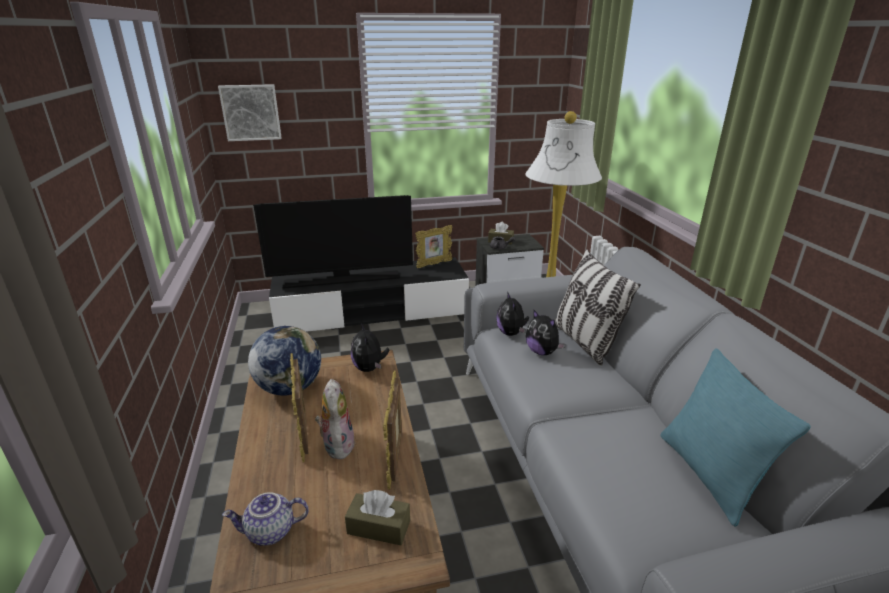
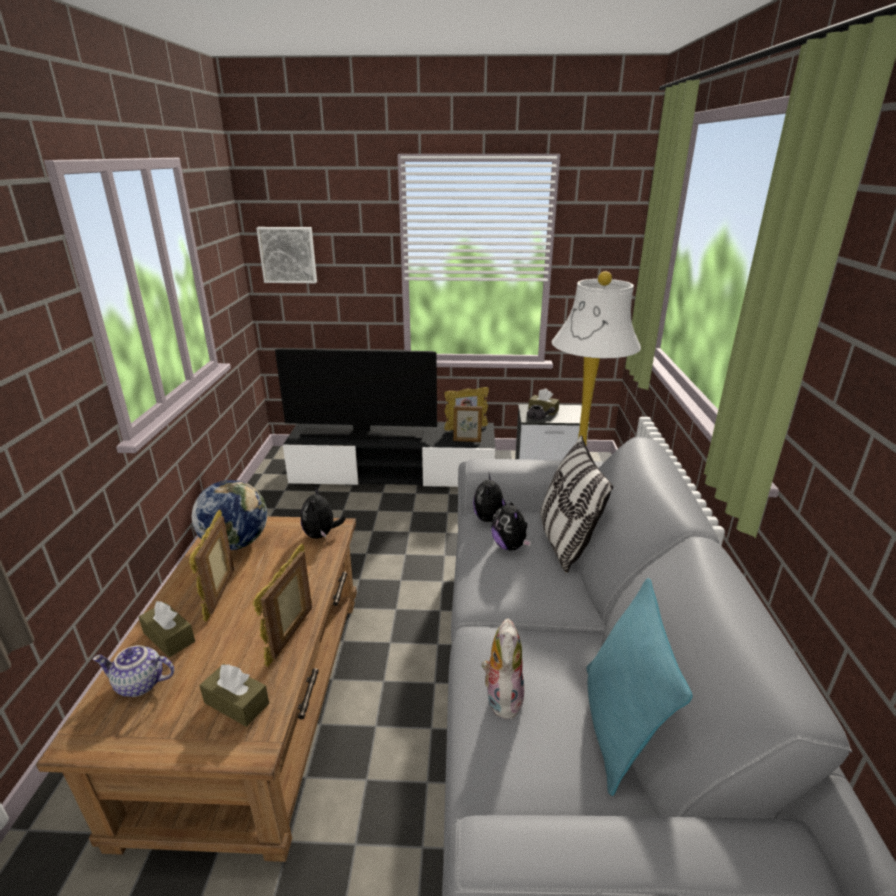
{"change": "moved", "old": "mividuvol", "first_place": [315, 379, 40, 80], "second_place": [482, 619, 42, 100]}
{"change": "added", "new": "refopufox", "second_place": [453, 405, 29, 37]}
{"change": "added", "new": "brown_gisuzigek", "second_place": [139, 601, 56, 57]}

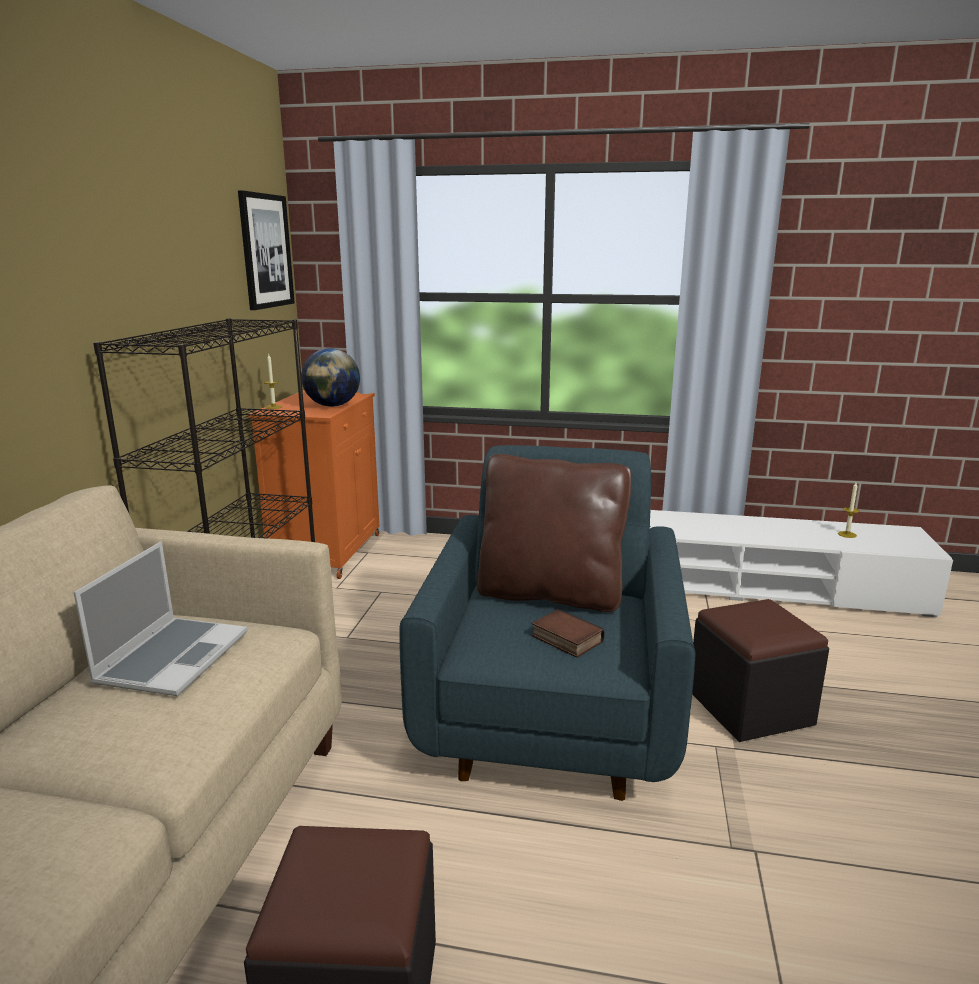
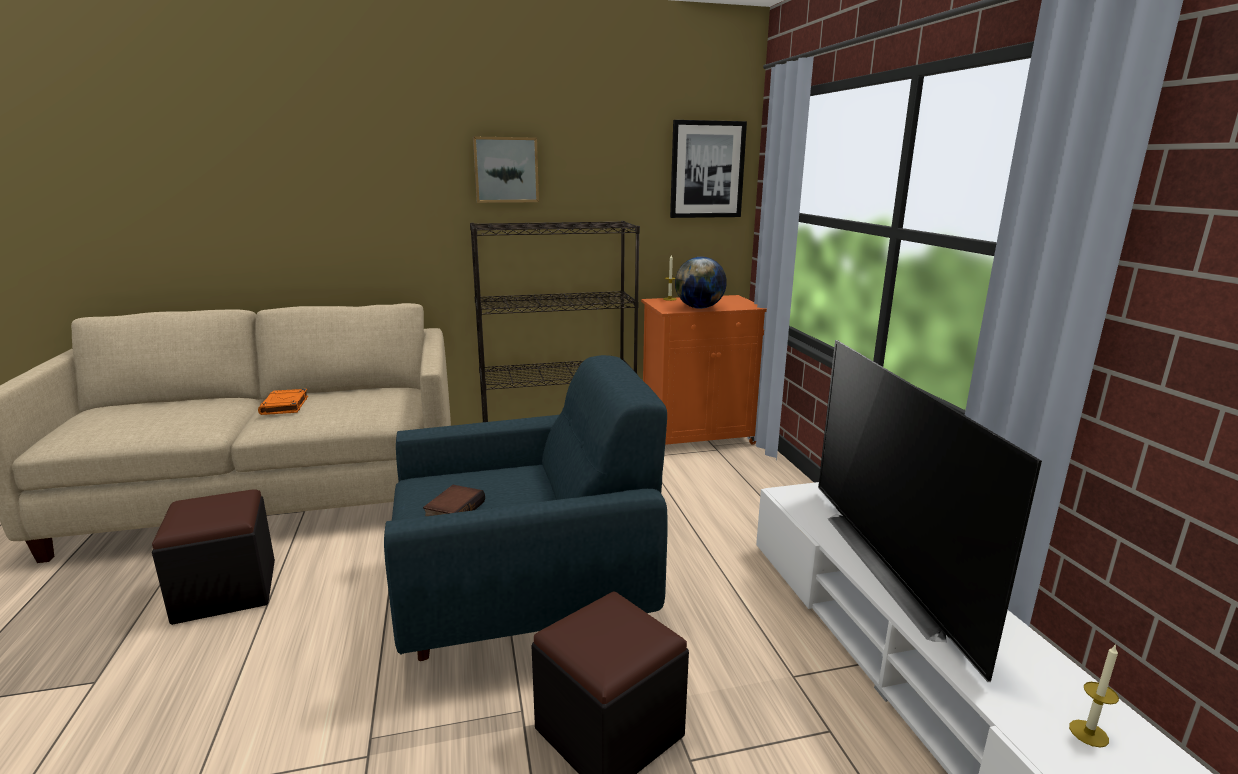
{"change": "removed", "old": "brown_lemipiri", "first_place": [477, 454, 155, 158]}
{"change": "removed", "old": "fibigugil", "first_place": [74, 542, 173, 154]}
{"change": "added", "new": "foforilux", "second_place": [473, 137, 66, 66]}
{"change": "added", "new": "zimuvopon", "second_place": [818, 340, 224, 342]}
{"change": "added", "new": "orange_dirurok", "second_place": [258, 389, 50, 26]}

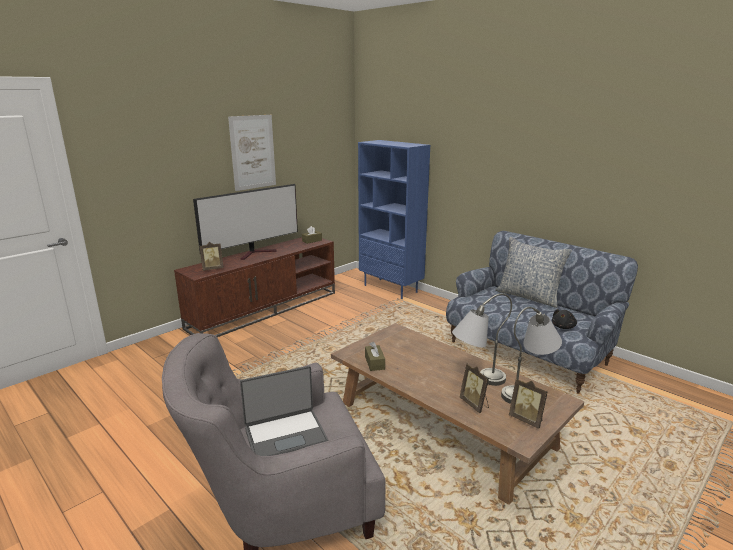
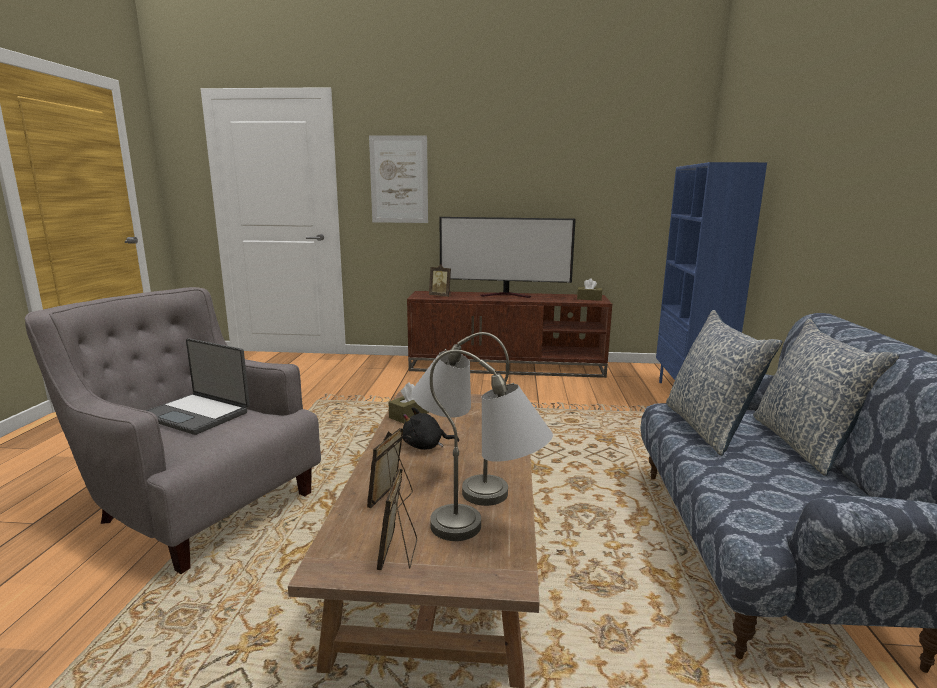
{"change": "moved", "old": "foforilux", "first_place": [228, 115, 48, 76], "second_place": [369, 136, 59, 87]}
{"change": "moved", "old": "black_mividuvol", "first_place": [552, 309, 25, 20], "second_place": [402, 407, 57, 43]}
{"change": "added", "new": "lemipiri", "second_place": [666, 310, 116, 146]}

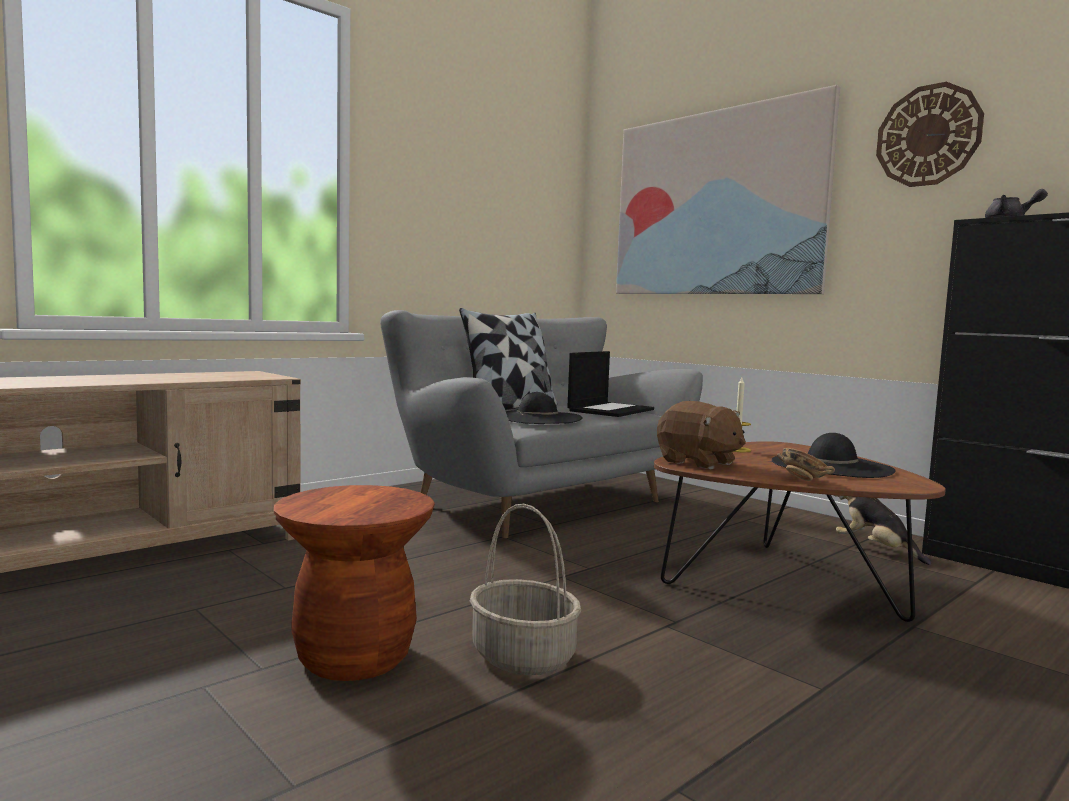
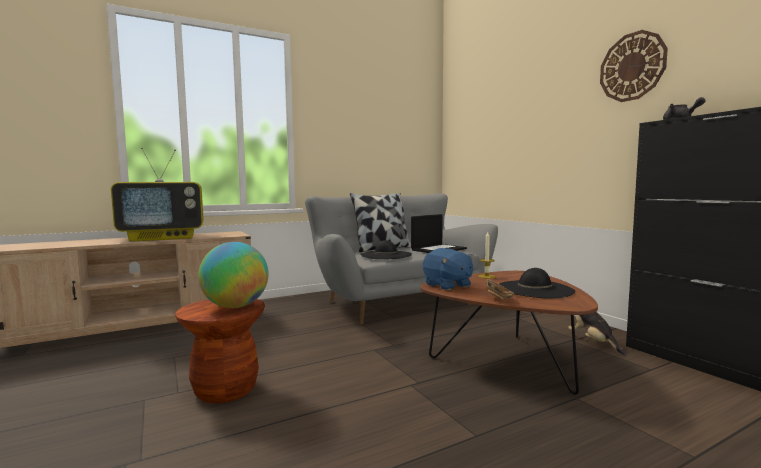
{"change": "removed", "old": "foforilux", "first_place": [616, 85, 224, 209]}
{"change": "recoloured", "old": "brown_mividuvol", "new": "blue_mividuvol", "first_place": [657, 401, 89, 68], "second_place": [423, 248, 51, 42]}
{"change": "removed", "old": "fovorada", "first_place": [470, 504, 111, 171]}
{"change": "added", "new": "zimuvopon", "second_place": [111, 148, 92, 94]}
{"change": "added", "new": "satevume", "second_place": [198, 242, 71, 66]}

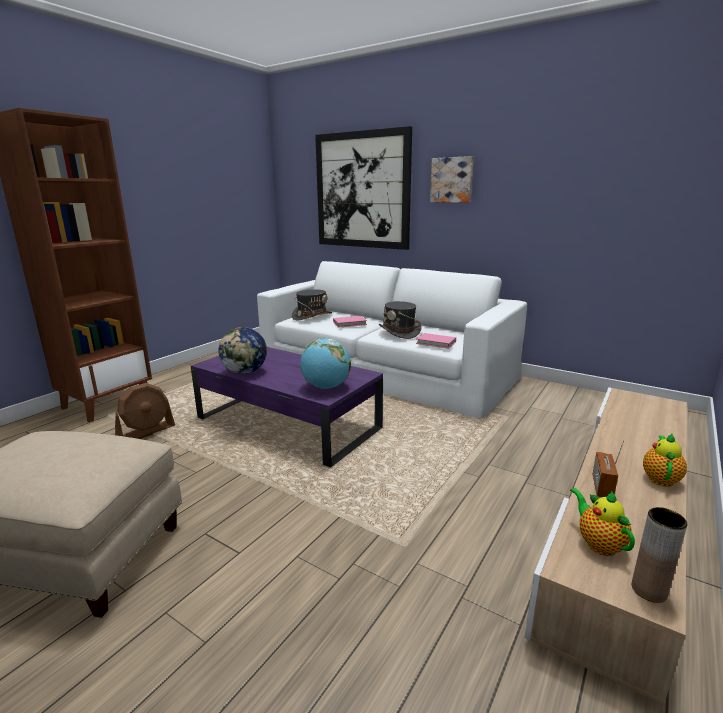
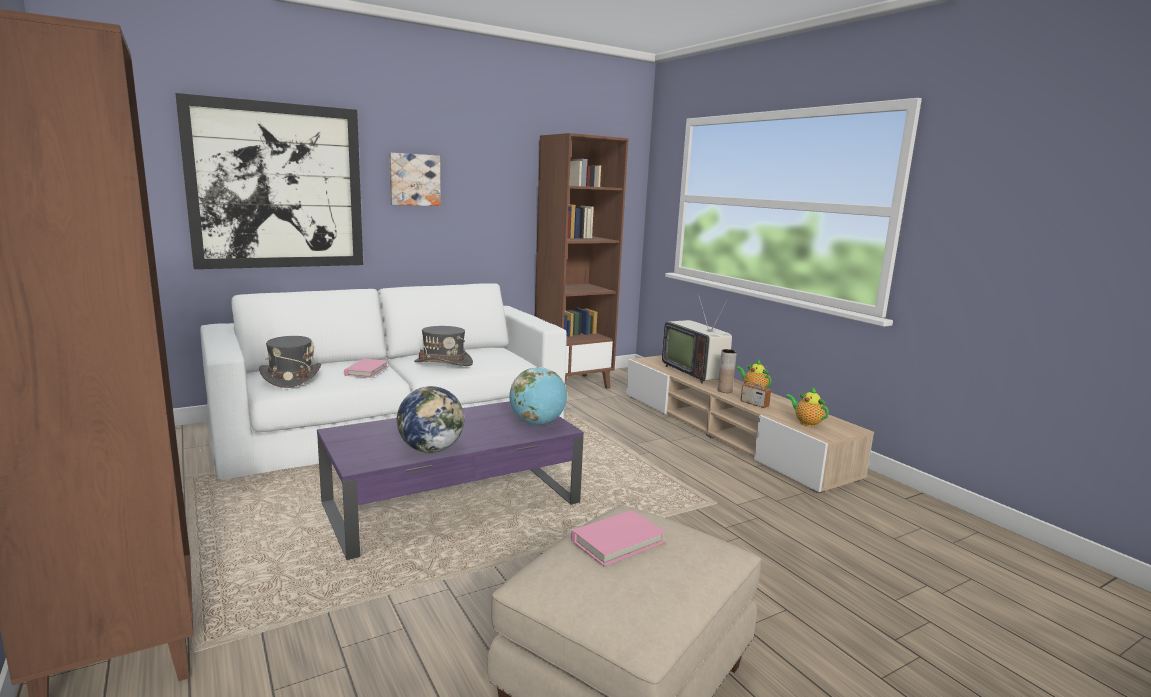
{"change": "moved", "old": "pink_dirurok", "first_place": [416, 333, 40, 16], "second_place": [571, 510, 94, 56]}
{"change": "removed", "old": "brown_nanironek", "first_place": [115, 383, 60, 56]}
{"change": "turned", "old": "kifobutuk", "first_place": [570, 488, 65, 68], "second_place": [786, 387, 43, 40], "degrees": 45}
{"change": "moved", "old": "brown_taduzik", "first_place": [632, 507, 55, 96], "second_place": [718, 349, 19, 44]}
{"change": "added", "new": "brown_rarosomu", "second_place": [535, 133, 94, 256]}
{"change": "added", "new": "zimuvopon", "second_place": [662, 294, 70, 90]}

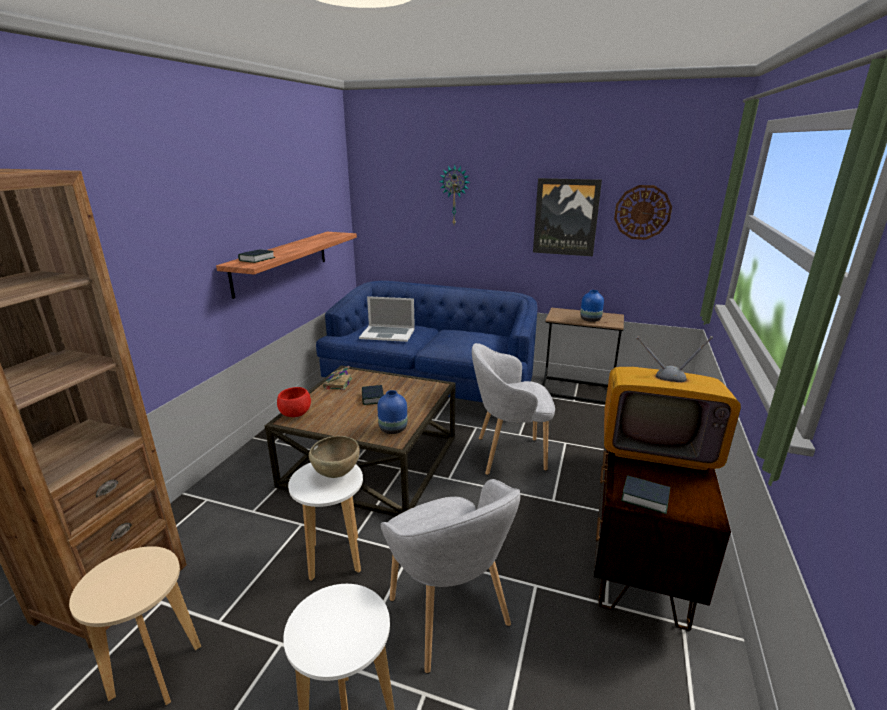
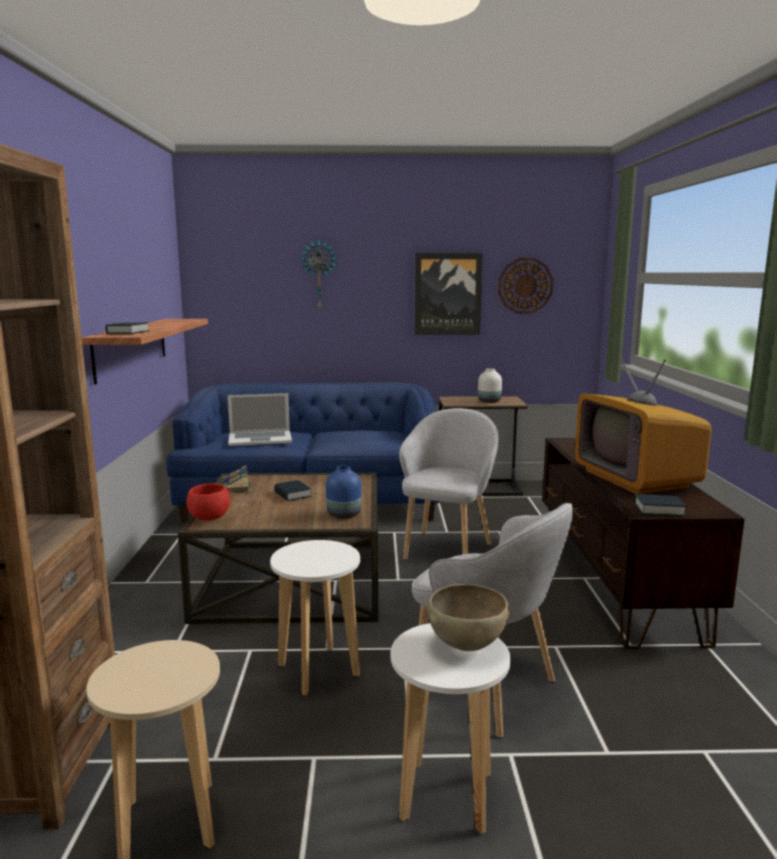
{"change": "recoloured", "old": "blue_taduzik", "new": "white_taduzik", "first_place": [580, 290, 24, 32], "second_place": [478, 368, 24, 35]}
{"change": "turned", "old": "zimuvopon", "first_place": [604, 336, 137, 134], "second_place": [575, 359, 137, 135], "degrees": 75}
{"change": "turned", "old": "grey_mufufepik", "first_place": [472, 343, 83, 132], "second_place": [399, 408, 99, 152], "degrees": 135}
{"change": "moved", "old": "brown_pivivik", "first_place": [309, 436, 51, 42], "second_place": [427, 584, 83, 67]}

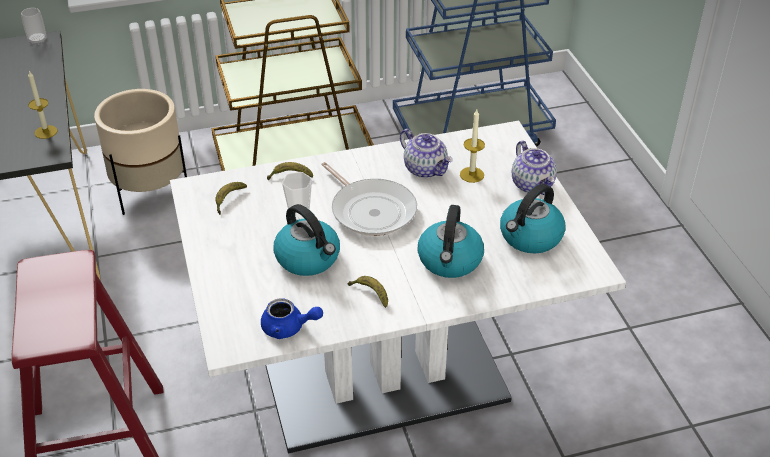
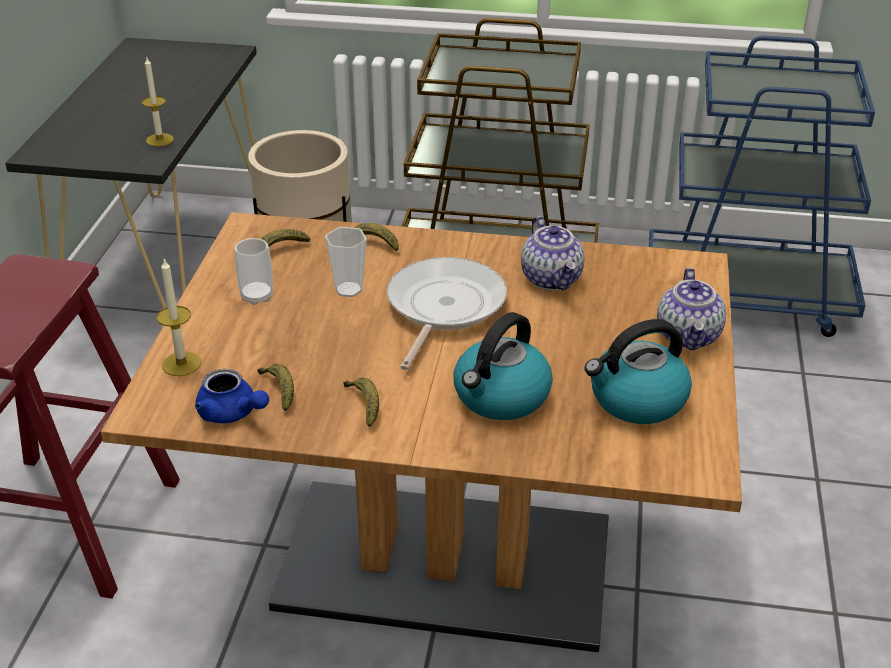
{"change": "moved", "old": "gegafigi", "first_place": [21, 8, 25, 37], "second_place": [235, 238, 38, 67]}
{"change": "moved", "old": "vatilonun", "first_place": [460, 110, 25, 73], "second_place": [157, 258, 44, 118]}
{"change": "recoloured", "old": "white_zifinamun", "new": "brown_zifinamun", "first_place": [170, 121, 456, 333], "second_place": [101, 212, 641, 441]}
{"change": "turned", "old": "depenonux", "first_place": [321, 162, 96, 74], "second_place": [387, 257, 120, 113], "degrees": -150}
{"change": "removed", "old": "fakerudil", "first_place": [273, 204, 67, 72]}
{"change": "added", "new": "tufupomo", "second_place": [258, 363, 36, 48]}

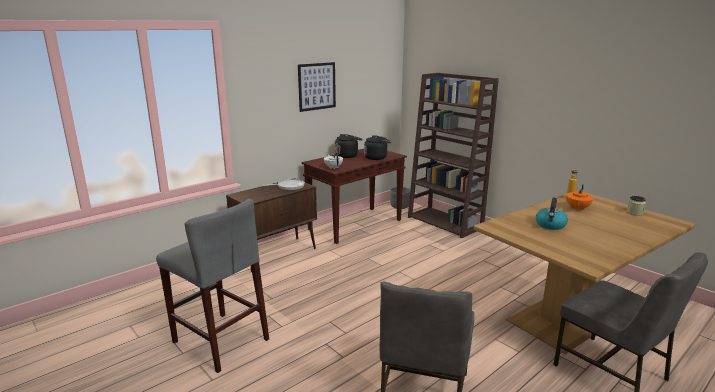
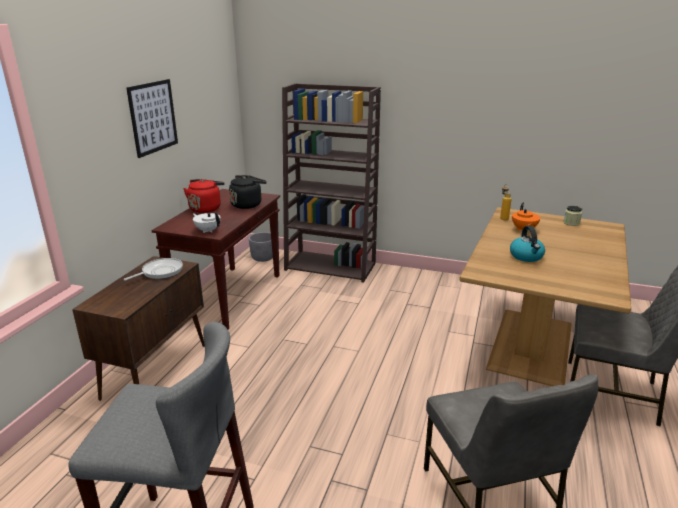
{"change": "recoloured", "old": "black_fakerudil", "new": "red_fakerudil", "first_place": [335, 134, 27, 24], "second_place": [183, 179, 42, 34]}

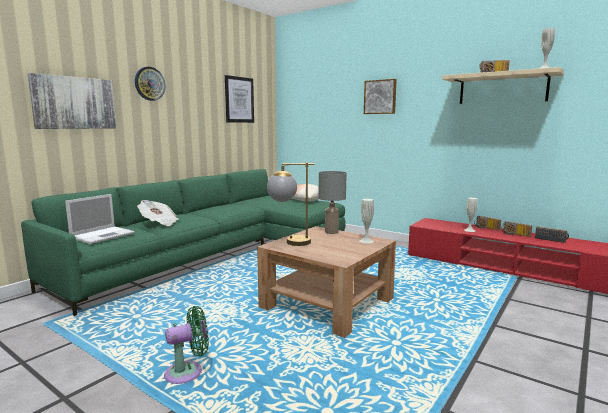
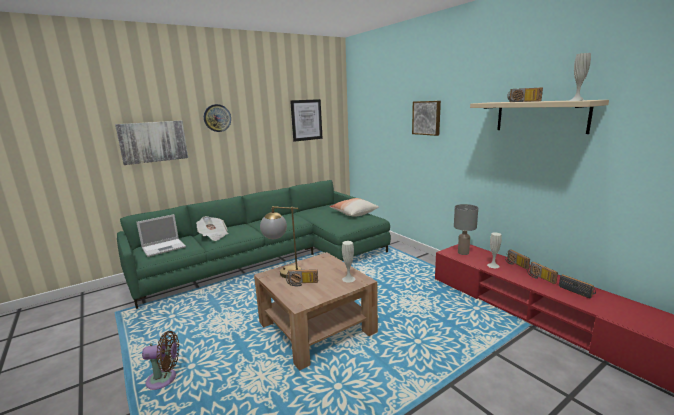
{"change": "moved", "old": "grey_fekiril", "first_place": [319, 171, 28, 63], "second_place": [454, 204, 24, 51]}
{"change": "recoloured", "old": "green_nanironek", "new": "brown_nanironek", "first_place": [164, 306, 45, 78], "second_place": [142, 331, 37, 59]}
{"change": "added", "new": "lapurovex", "second_place": [286, 269, 32, 17]}

